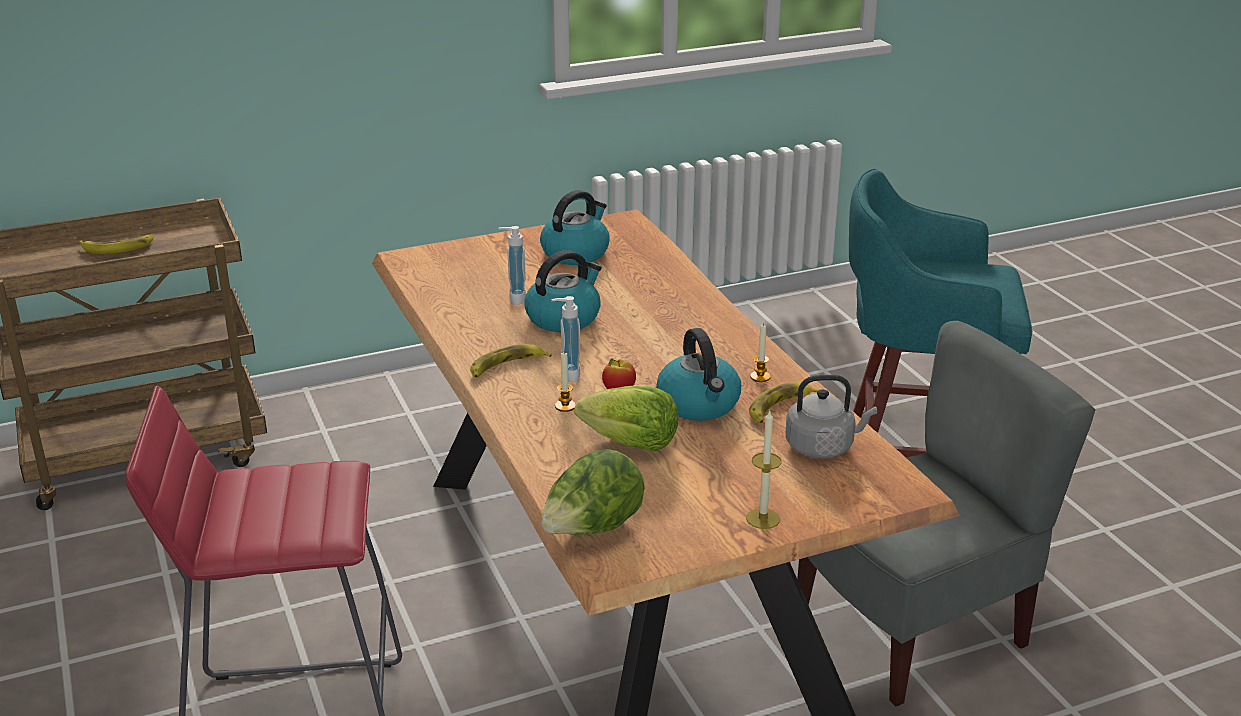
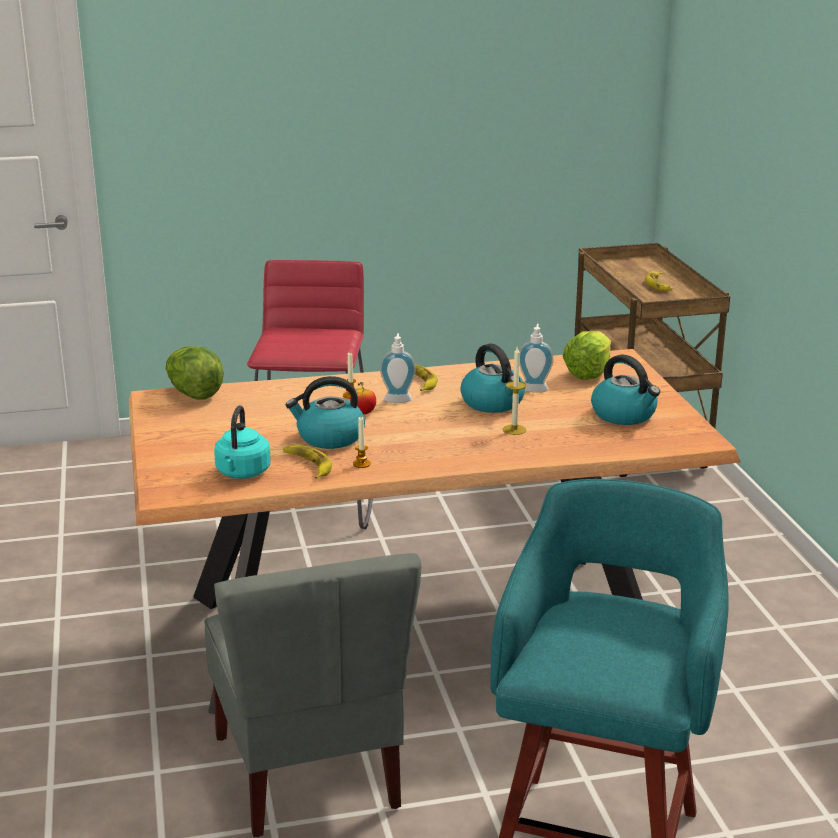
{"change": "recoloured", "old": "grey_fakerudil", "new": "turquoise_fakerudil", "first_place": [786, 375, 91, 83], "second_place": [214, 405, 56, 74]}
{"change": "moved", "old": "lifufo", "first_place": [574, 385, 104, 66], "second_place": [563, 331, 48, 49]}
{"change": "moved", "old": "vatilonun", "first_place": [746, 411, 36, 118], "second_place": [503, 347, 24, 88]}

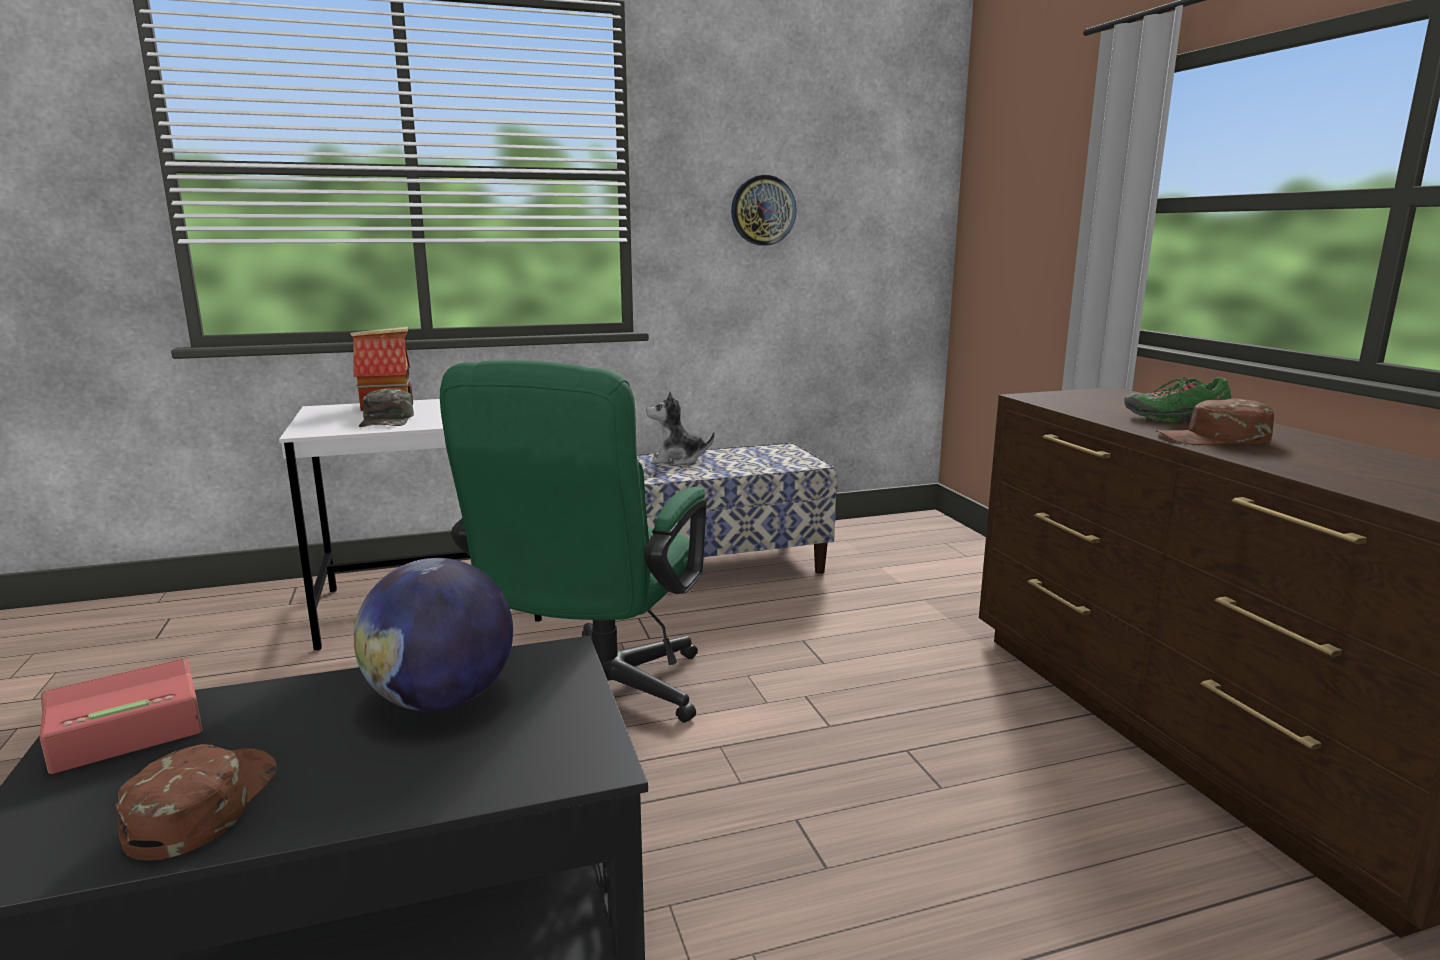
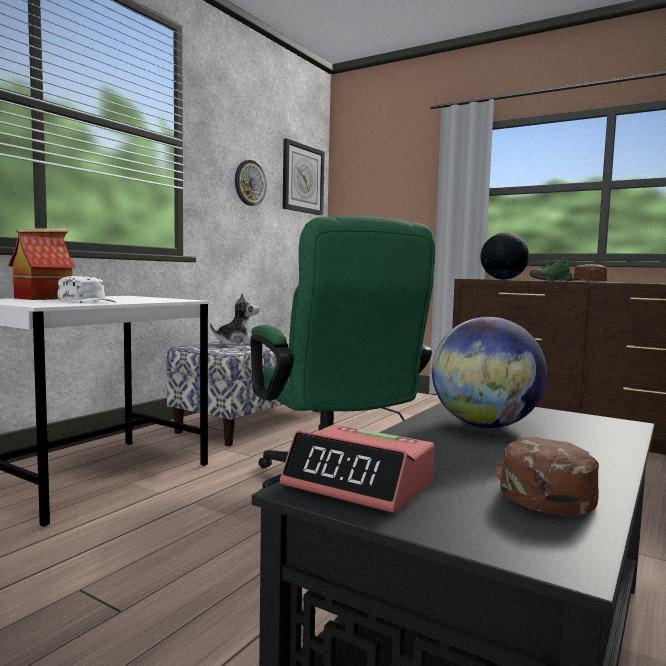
{"change": "recoloured", "old": "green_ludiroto", "new": "white_ludiroto", "first_place": [359, 388, 55, 39], "second_place": [57, 276, 59, 27]}
{"change": "turned", "old": "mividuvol", "first_place": [646, 391, 69, 74], "second_place": [210, 293, 50, 53], "degrees": -150}
{"change": "turned", "old": "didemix", "first_place": [40, 658, 162, 116], "second_place": [280, 425, 155, 88], "degrees": -75}
{"change": "turned", "old": "brown_ludiroto", "first_place": [116, 744, 161, 116], "second_place": [495, 437, 104, 78], "degrees": 45}
{"change": "added", "new": "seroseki", "second_place": [283, 138, 42, 77]}
{"change": "added", "new": "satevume", "second_place": [481, 232, 48, 47]}

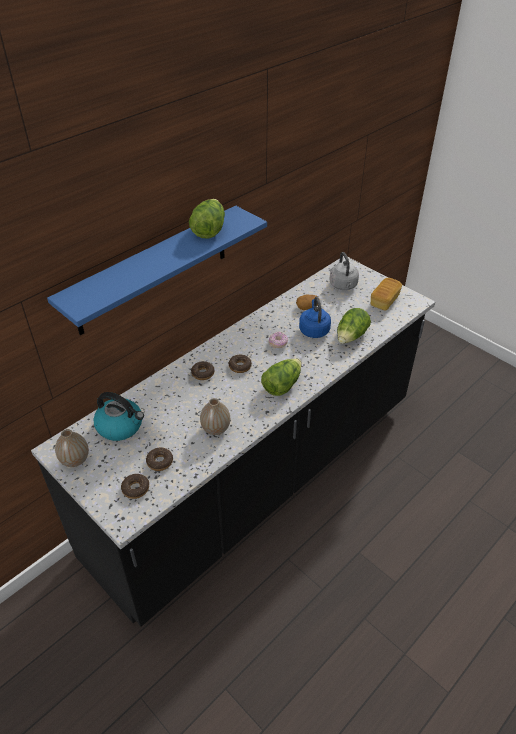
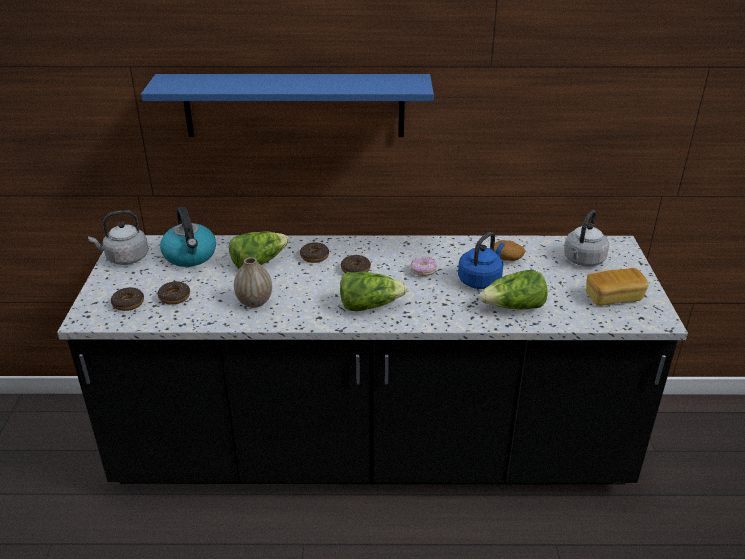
{"change": "moved", "old": "lifufo", "first_place": [189, 199, 36, 39], "second_place": [229, 231, 60, 38]}
{"change": "replaced", "old": "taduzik", "new": "grey_fakerudil", "first_place": [55, 429, 34, 38], "second_place": [88, 210, 60, 55]}

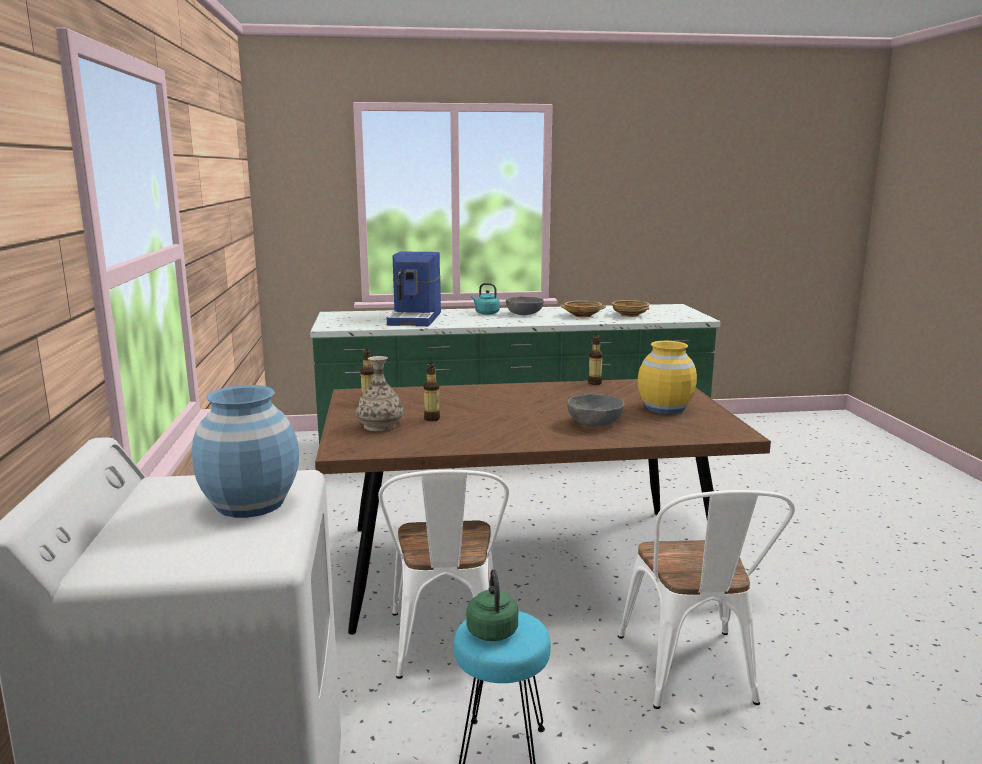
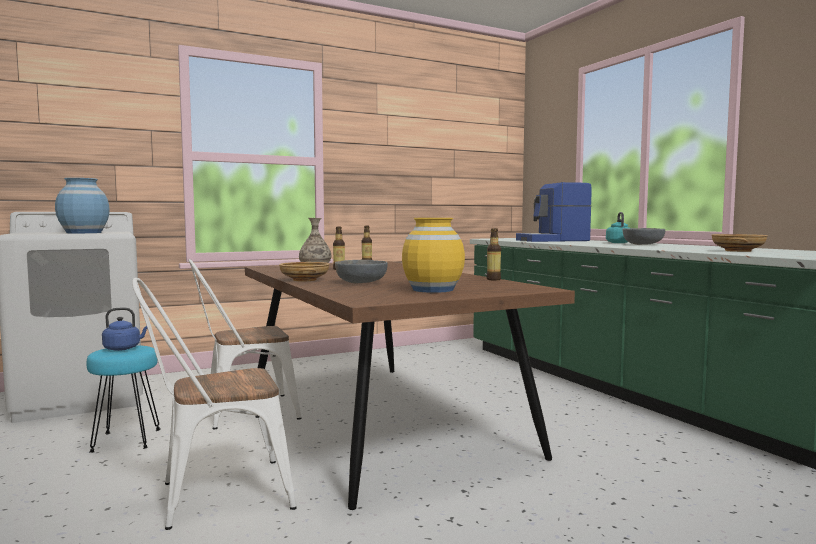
{"change": "moved", "old": "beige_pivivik", "first_place": [560, 301, 46, 16], "second_place": [279, 262, 51, 19]}
{"change": "recoloured", "old": "green_fakerudil", "new": "blue_fakerudil", "first_place": [466, 569, 52, 72], "second_place": [102, 308, 46, 43]}

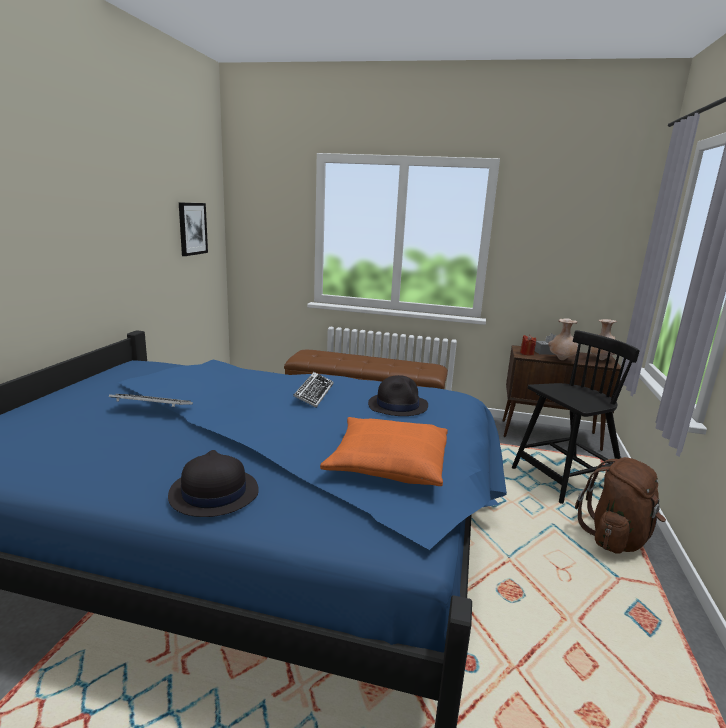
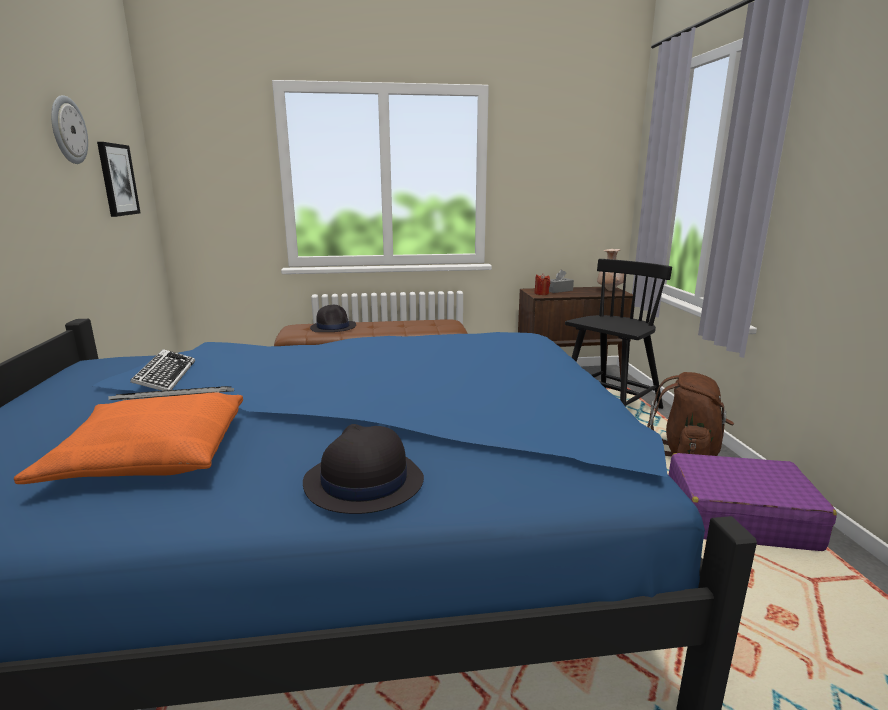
{"change": "removed", "old": "beige_taduzik", "first_place": [548, 318, 30, 42]}
{"change": "moved", "old": "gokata", "first_place": [293, 372, 40, 36], "second_place": [130, 349, 65, 42]}
{"change": "moved", "old": "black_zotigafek", "first_place": [368, 375, 60, 41], "second_place": [310, 305, 46, 27]}
{"change": "moved", "old": "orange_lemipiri", "first_place": [320, 417, 128, 69], "second_place": [14, 392, 229, 92]}
{"change": "added", "new": "seroseki", "second_place": [51, 95, 37, 69]}
{"change": "added", "new": "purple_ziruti", "second_place": [669, 453, 168, 98]}

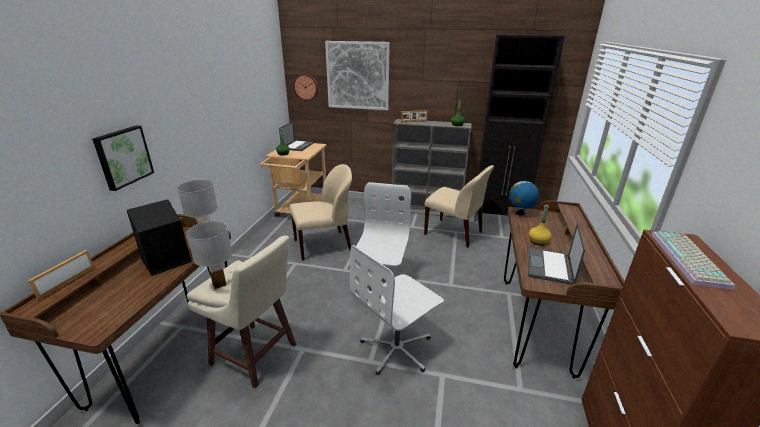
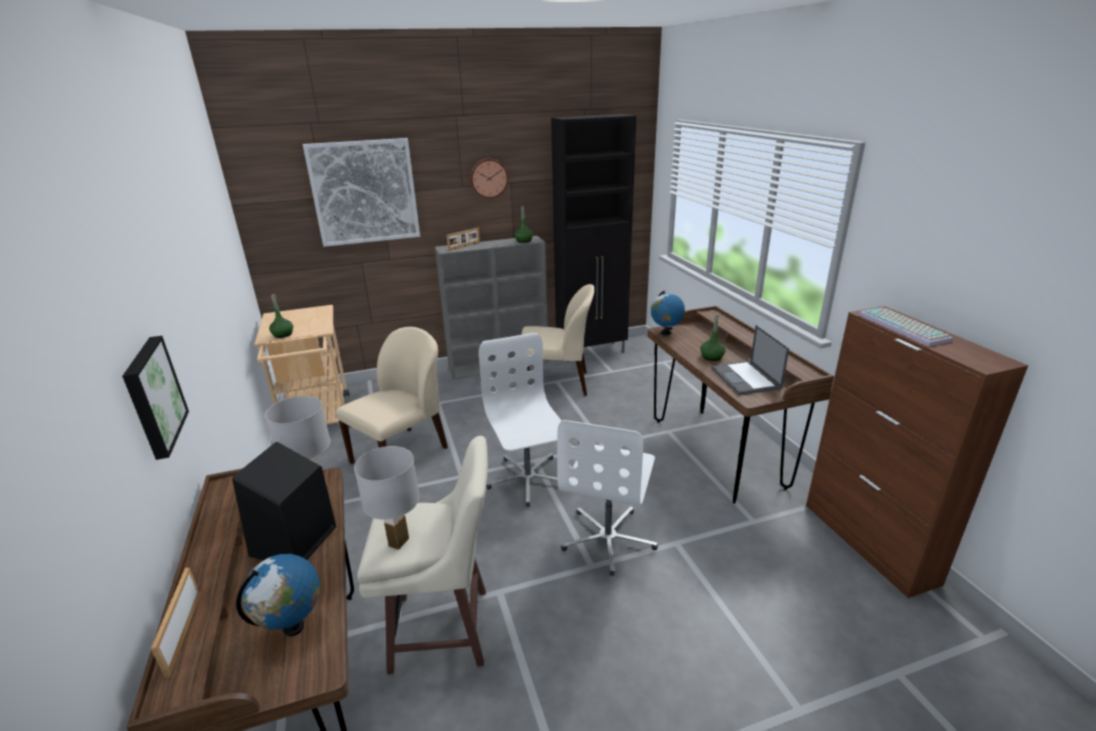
{"change": "moved", "old": "seroseki", "first_place": [293, 74, 25, 27], "second_place": [470, 158, 38, 41]}
{"change": "removed", "old": "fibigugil", "first_place": [279, 122, 35, 29]}
{"change": "recoloured", "old": "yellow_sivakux", "new": "green_sivakux", "first_place": [529, 205, 23, 40], "second_place": [700, 313, 26, 48]}
{"change": "added", "new": "satevume", "second_place": [236, 554, 84, 82]}

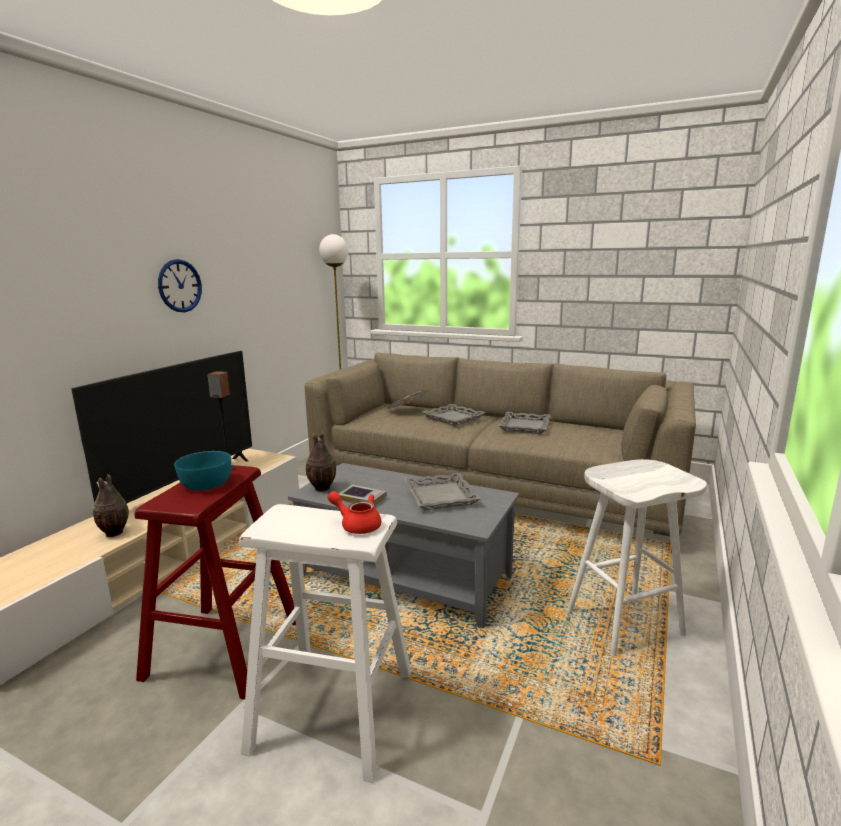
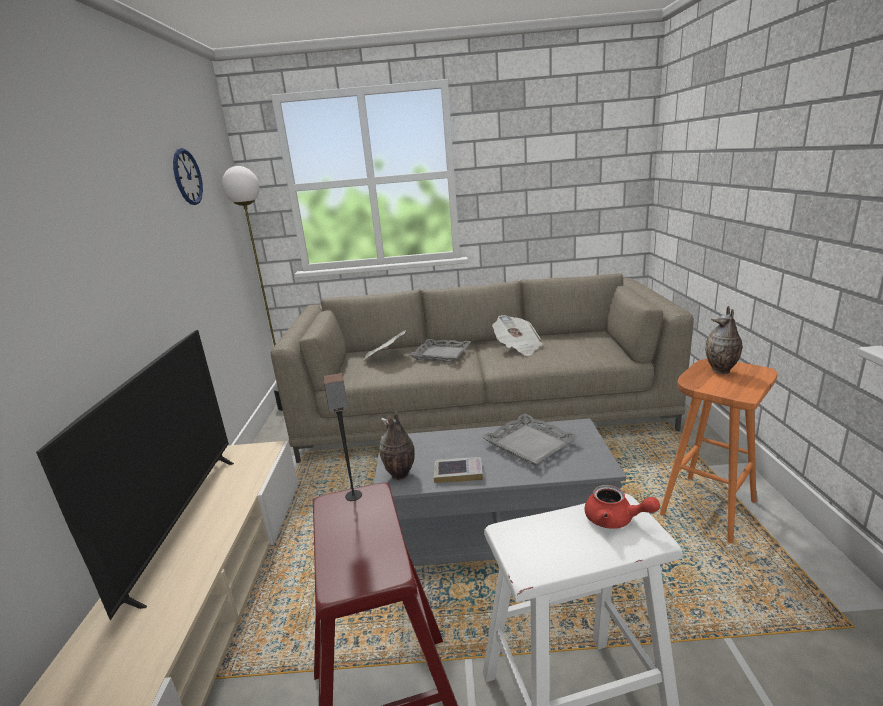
{"change": "moved", "old": "seroseki", "first_place": [158, 259, 44, 53], "second_place": [173, 148, 30, 57]}
{"change": "replaced", "old": "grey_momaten", "new": "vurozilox", "first_place": [498, 412, 53, 22], "second_place": [492, 315, 51, 41]}
{"change": "removed", "old": "turquoise_pivivik", "first_place": [174, 451, 57, 39]}
{"change": "recoloured", "old": "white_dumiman", "new": "orange_dumiman", "first_place": [567, 459, 140, 197], "second_place": [660, 359, 117, 184]}
{"change": "moved", "old": "taduzik", "first_place": [92, 474, 37, 63], "second_place": [705, 306, 37, 68]}
{"change": "turned", "old": "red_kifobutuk", "first_place": [327, 491, 54, 43], "second_place": [585, 485, 75, 44], "degrees": -150}

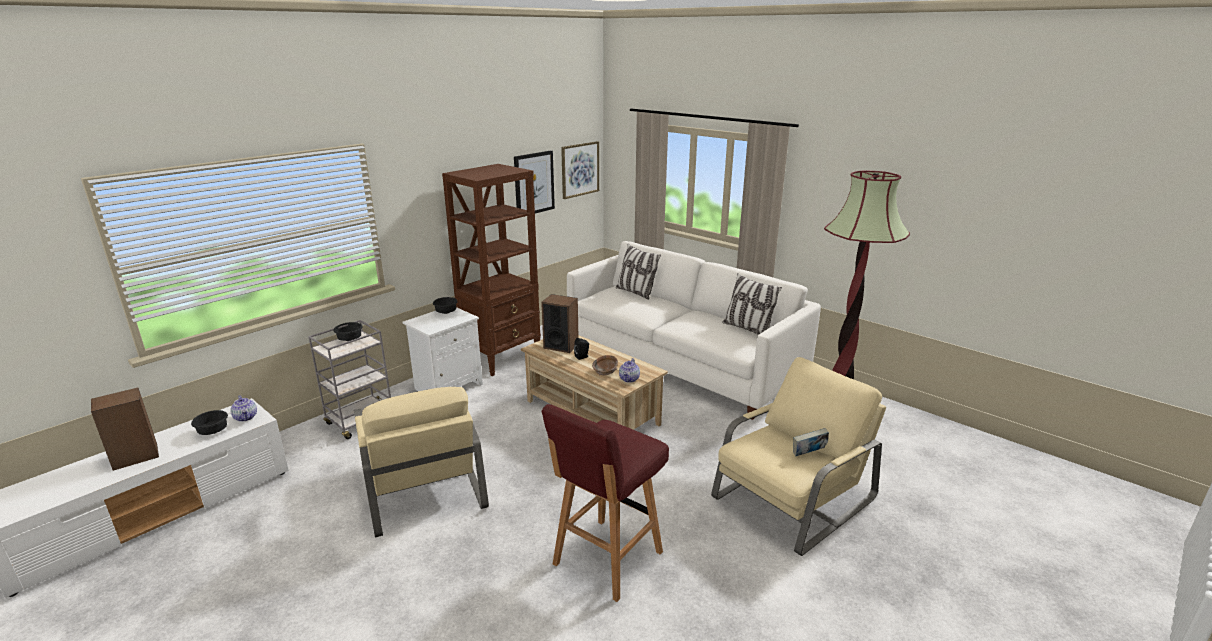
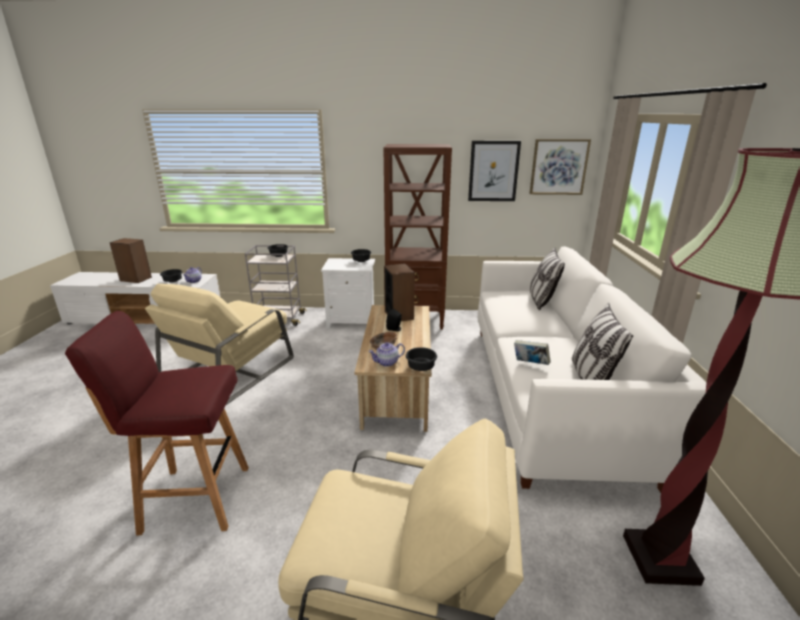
{"change": "moved", "old": "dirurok", "first_place": [793, 428, 36, 28], "second_place": [514, 340, 37, 25]}
{"change": "added", "new": "black_pivivik", "second_place": [406, 347, 31, 24]}

